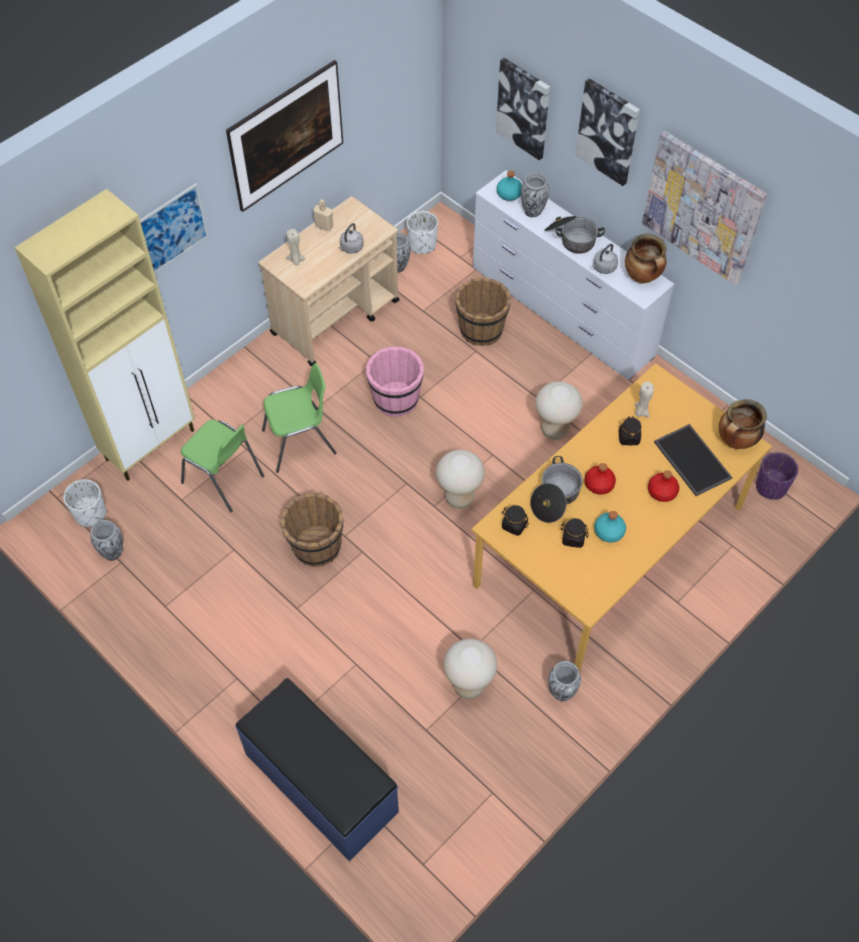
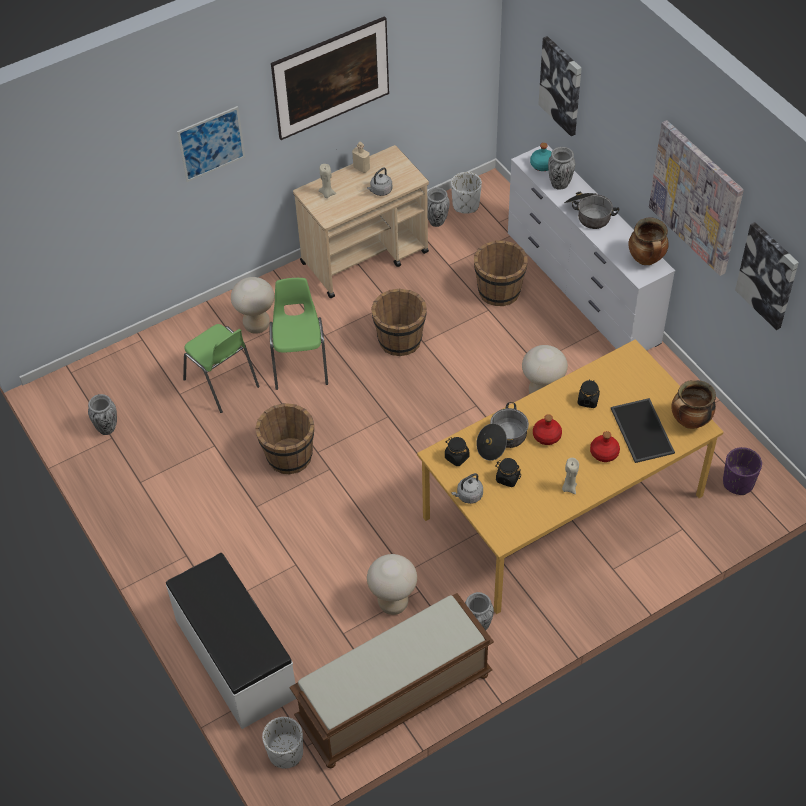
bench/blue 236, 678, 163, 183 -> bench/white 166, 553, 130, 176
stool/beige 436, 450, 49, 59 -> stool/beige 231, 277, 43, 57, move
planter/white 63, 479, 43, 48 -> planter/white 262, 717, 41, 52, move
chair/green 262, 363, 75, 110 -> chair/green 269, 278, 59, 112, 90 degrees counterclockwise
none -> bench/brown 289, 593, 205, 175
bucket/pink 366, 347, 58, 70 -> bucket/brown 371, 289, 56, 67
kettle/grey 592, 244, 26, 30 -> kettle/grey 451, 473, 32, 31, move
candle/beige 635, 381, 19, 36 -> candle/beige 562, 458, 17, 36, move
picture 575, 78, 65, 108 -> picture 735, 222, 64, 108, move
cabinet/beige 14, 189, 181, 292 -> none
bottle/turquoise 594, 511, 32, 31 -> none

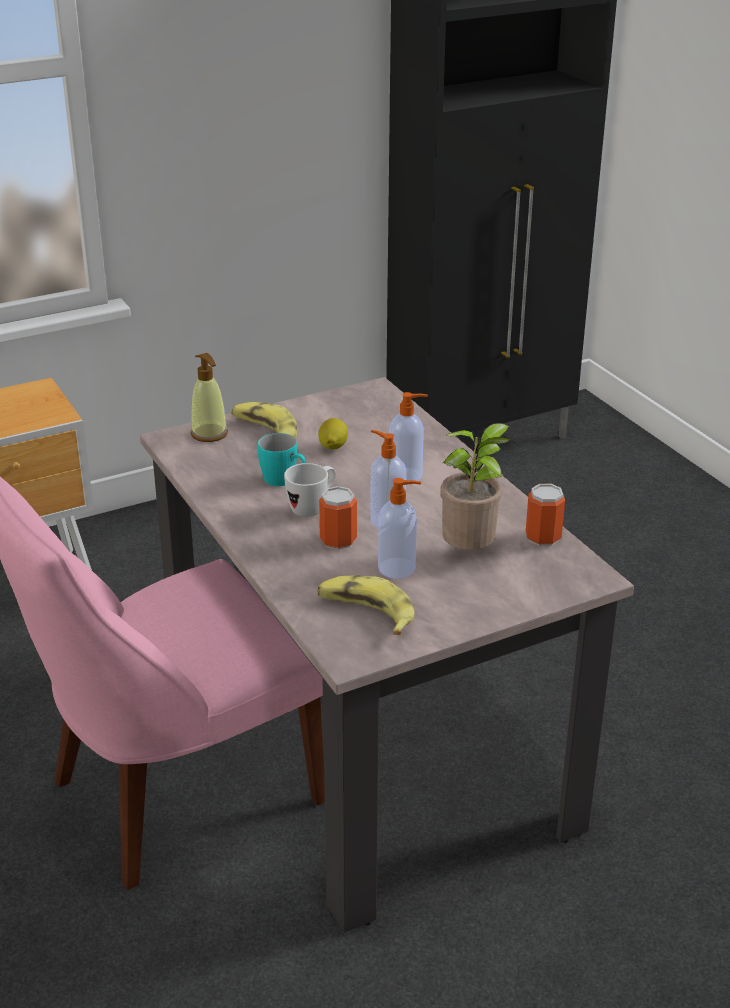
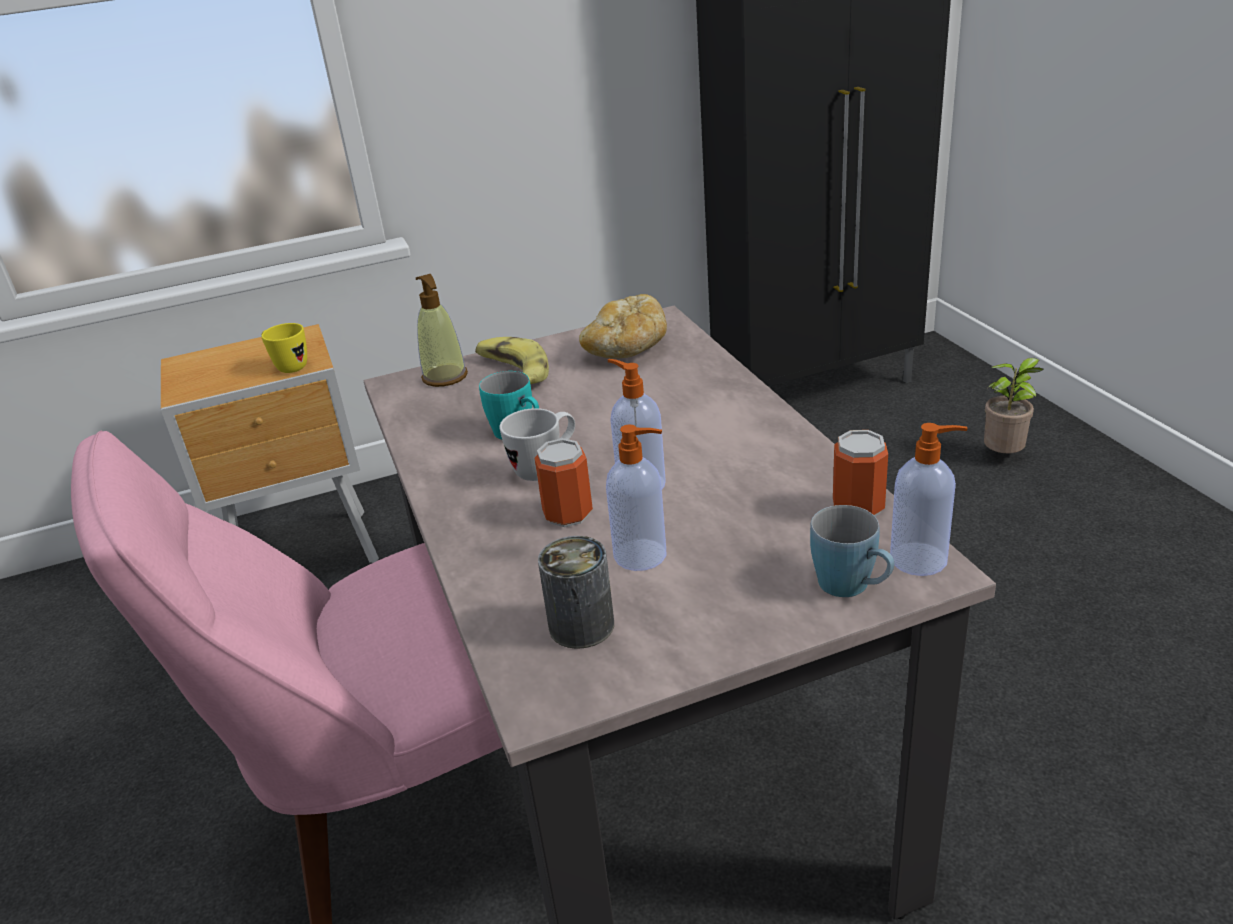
none -> mug/yellow 261, 323, 46, 50
banana 317, 575, 97, 60 -> can 538, 536, 76, 113
none -> bread 579, 294, 88, 65
none -> mug/blue 810, 505, 84, 92
soap dispenser 389, 392, 39, 89 -> soap dispenser 890, 423, 78, 153, move
potted plant 441, 423, 70, 127 -> potted plant 984, 358, 60, 95, move
lemon 318, 418, 30, 32 -> none

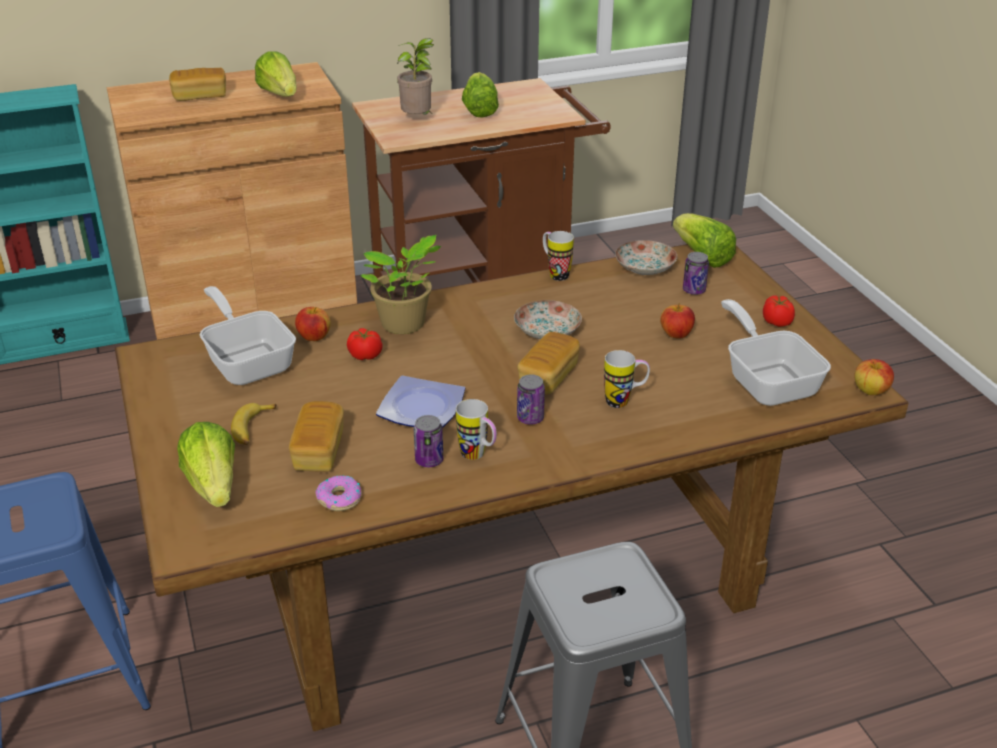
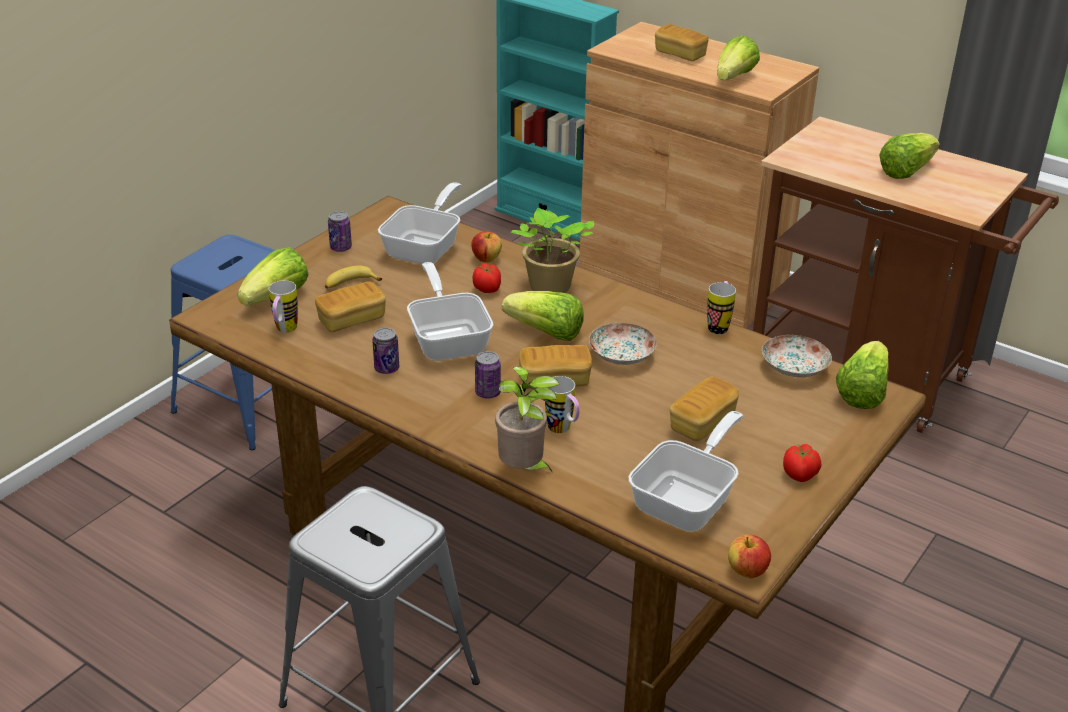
mug 456, 399, 41, 61 -> mug 269, 280, 29, 53, move
can 683, 252, 26, 43 -> can 328, 211, 24, 41, move
plate 376, 375, 89, 53 -> frying pan 407, 262, 86, 99
potted plant 397, 38, 37, 77 -> potted plant 495, 366, 64, 105, move
none -> lettuce 502, 291, 82, 50
apple 660, 303, 35, 35 -> bread 669, 377, 70, 64
donut 315, 476, 47, 35 -> none

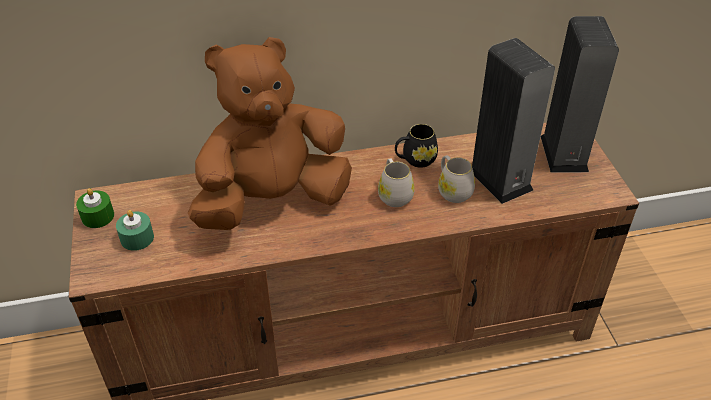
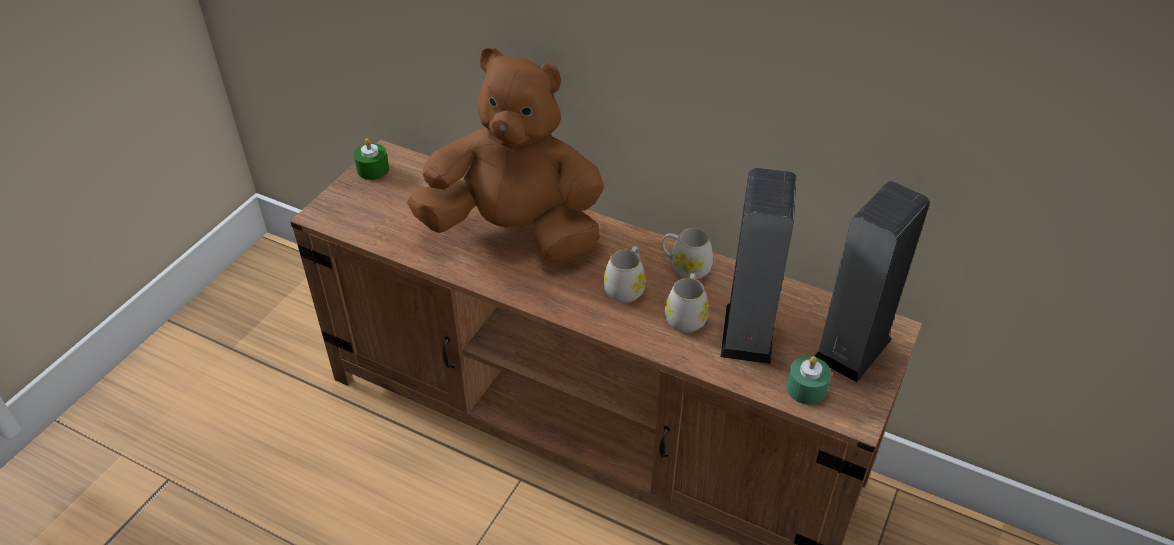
mug/black 395, 124, 43, 44 -> mug/white 661, 228, 52, 51
candle/green 116, 210, 38, 41 -> candle/green 786, 356, 45, 48, move

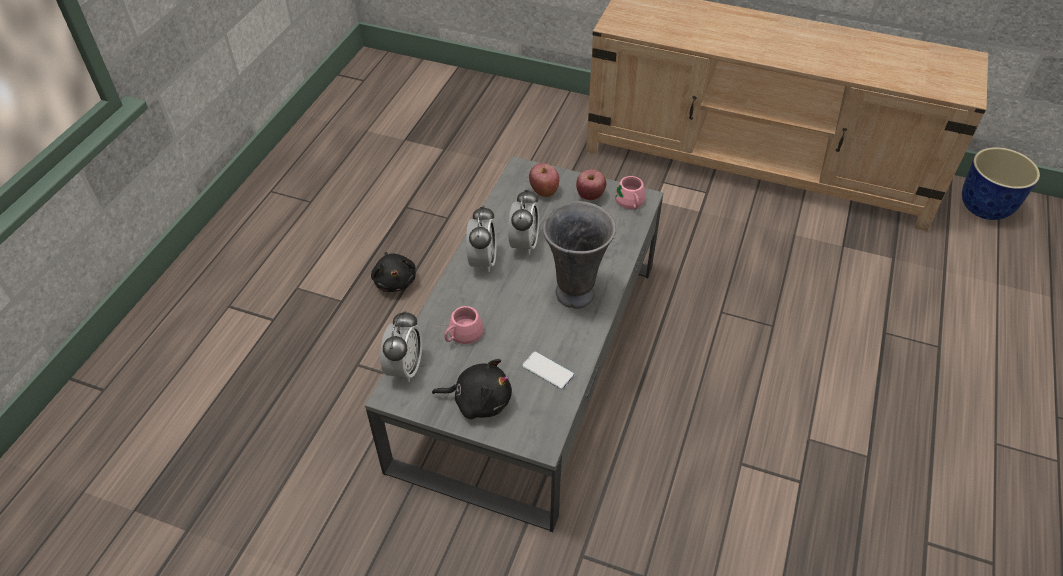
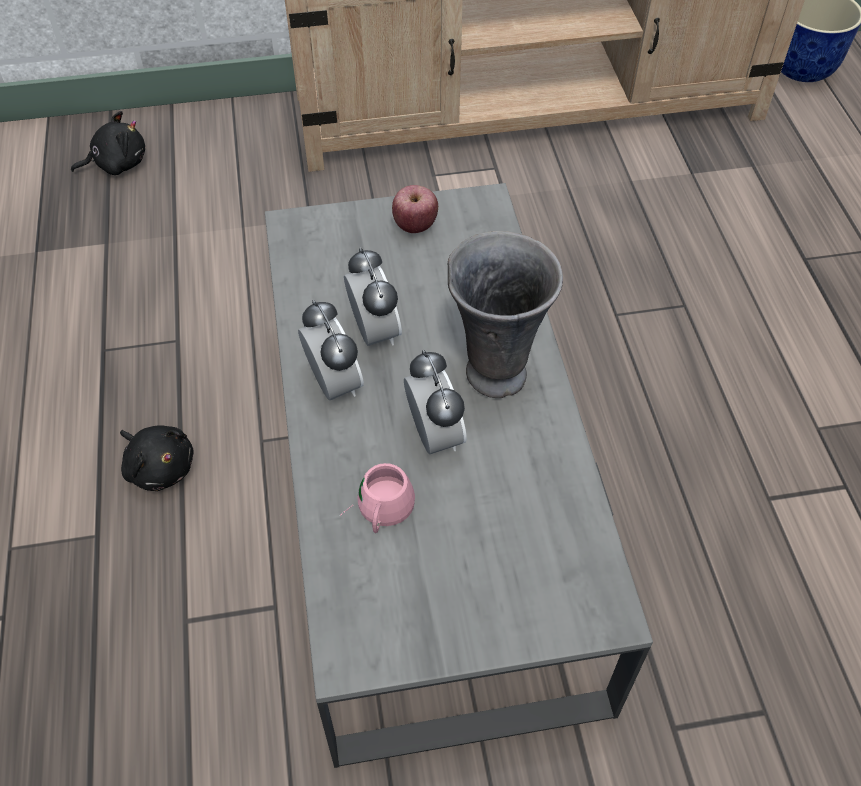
plush toy/black 432, 359, 80, 60 -> plush toy/black 71, 111, 74, 64, move
alarm clock 380, 310, 42, 72 -> alarm clock 404, 350, 63, 104, move
phone 522, 351, 53, 38 -> none
apple 529, 163, 30, 34 -> none
mug/pink 612, 176, 34, 34 -> none

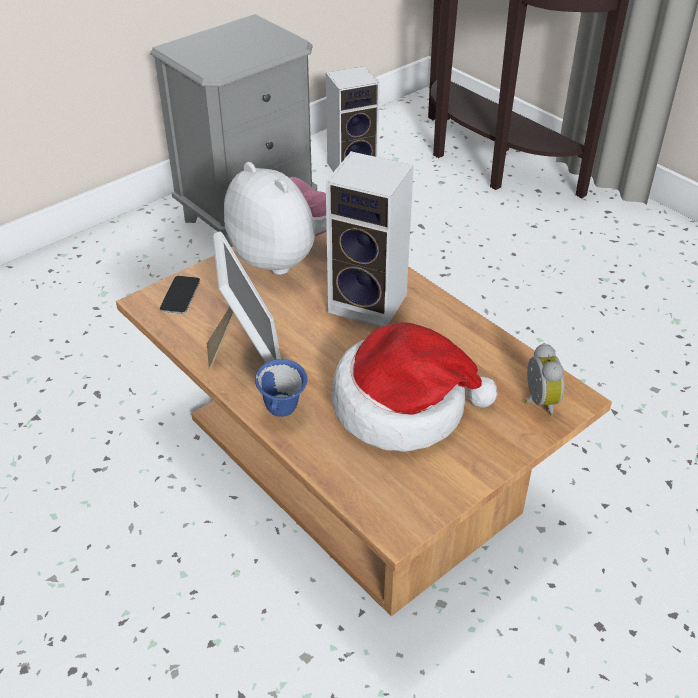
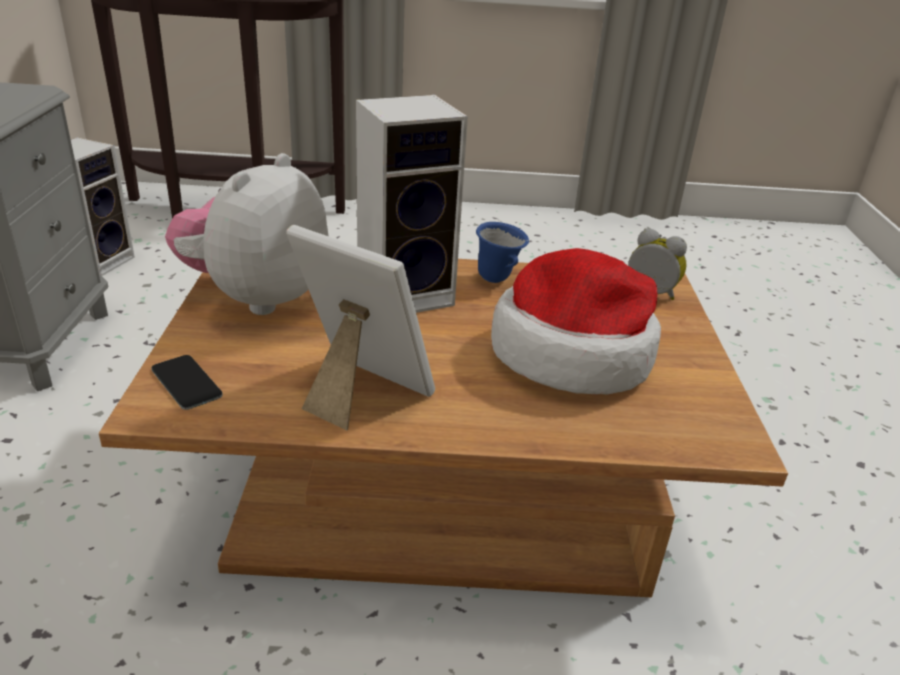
plush toy 224, 162, 103, 113 -> plush toy 165, 153, 163, 162, 60 degrees counterclockwise
mug/blue 255, 359, 52, 58 -> mug/blue 476, 222, 53, 61, move

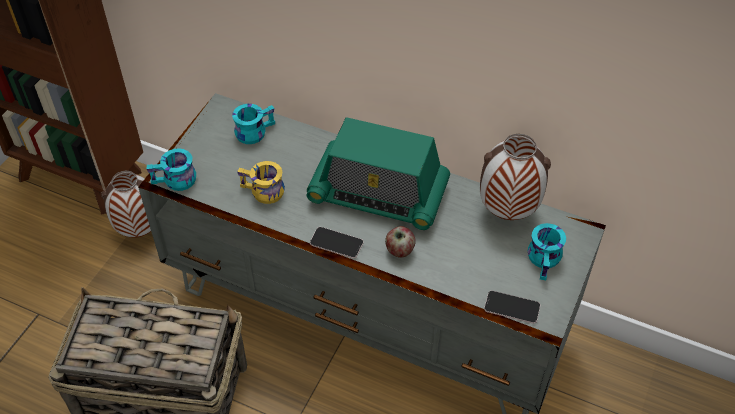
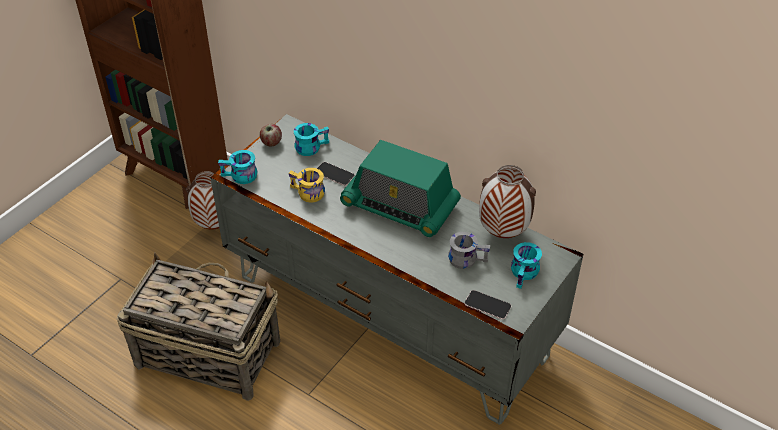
apple 385, 226, 31, 32 -> apple 260, 124, 22, 22, move
phone 310, 227, 53, 32 -> phone 317, 162, 38, 24, move
none -> mug/grey 448, 232, 42, 37

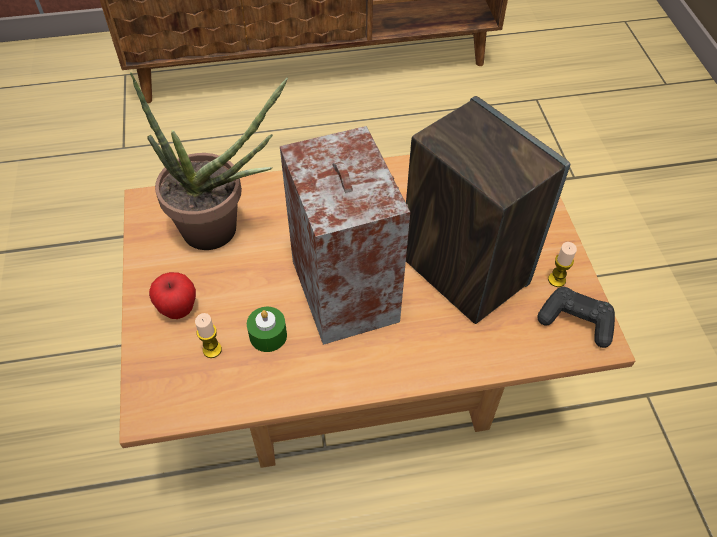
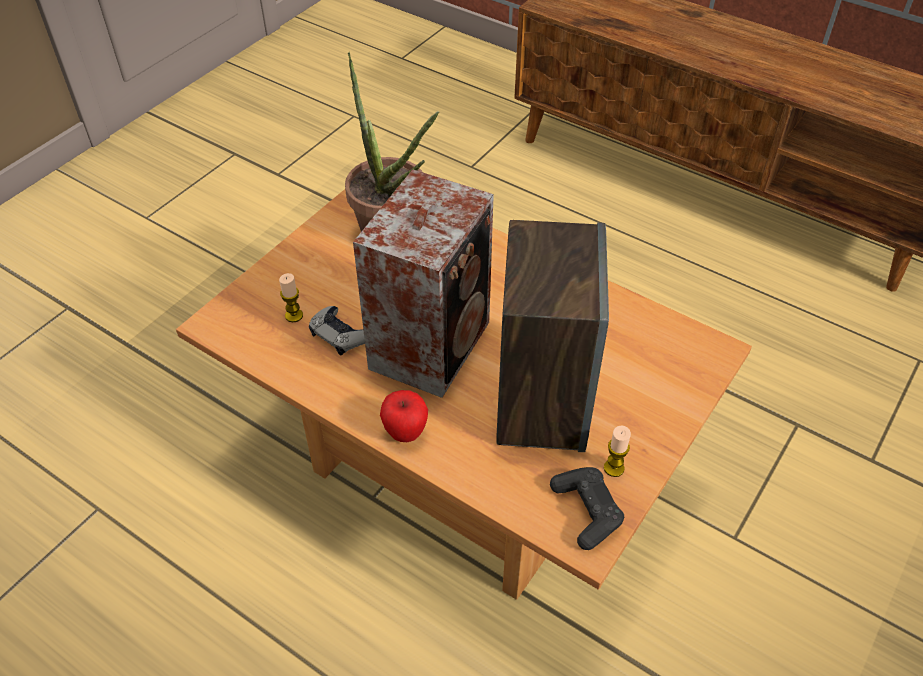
candle/green 247, 307, 40, 45 -> game controller/grey 309, 306, 56, 49
apple 149, 272, 47, 47 -> apple 380, 390, 48, 52, move

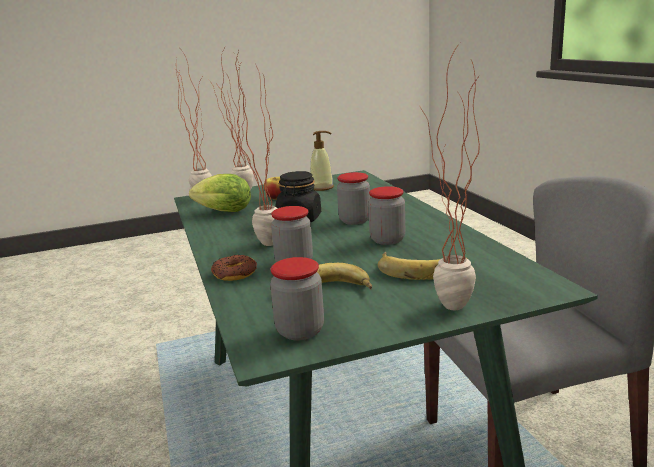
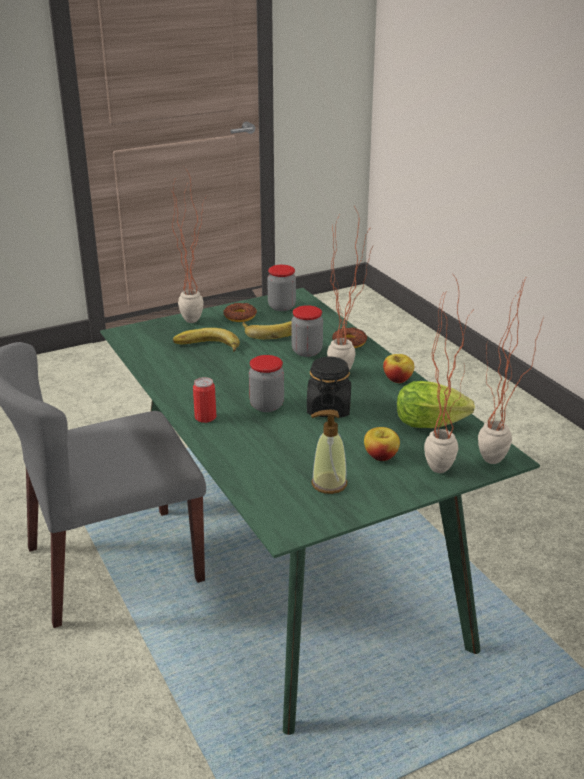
none -> can 193, 377, 23, 46
none -> donut 223, 303, 34, 19
none -> apple 383, 354, 31, 29
jar 368, 186, 37, 59 -> none

